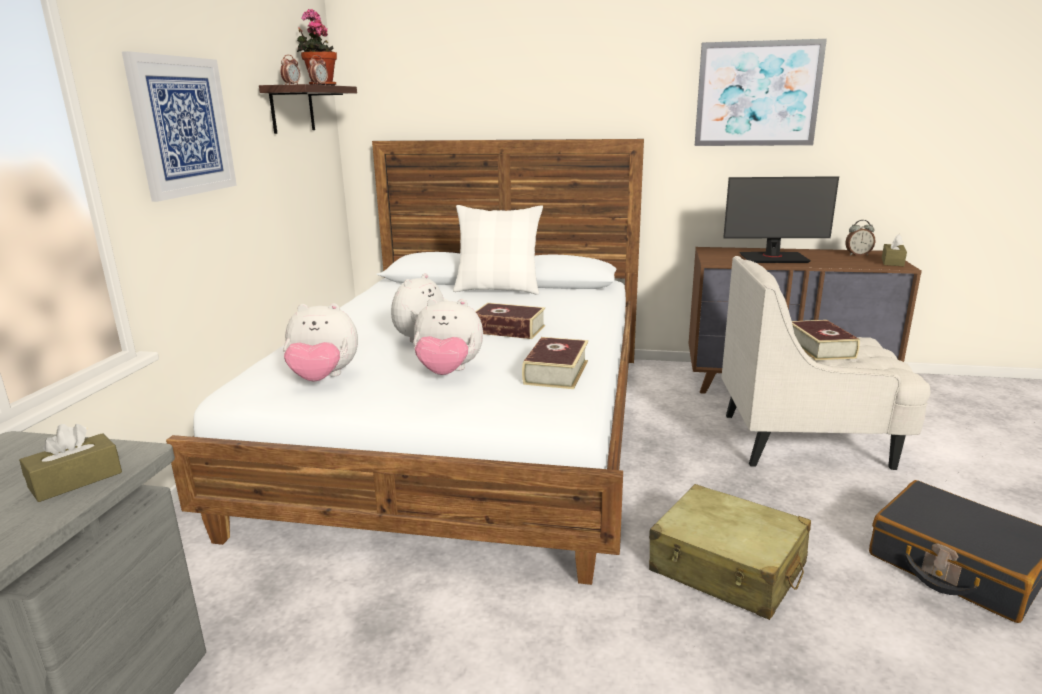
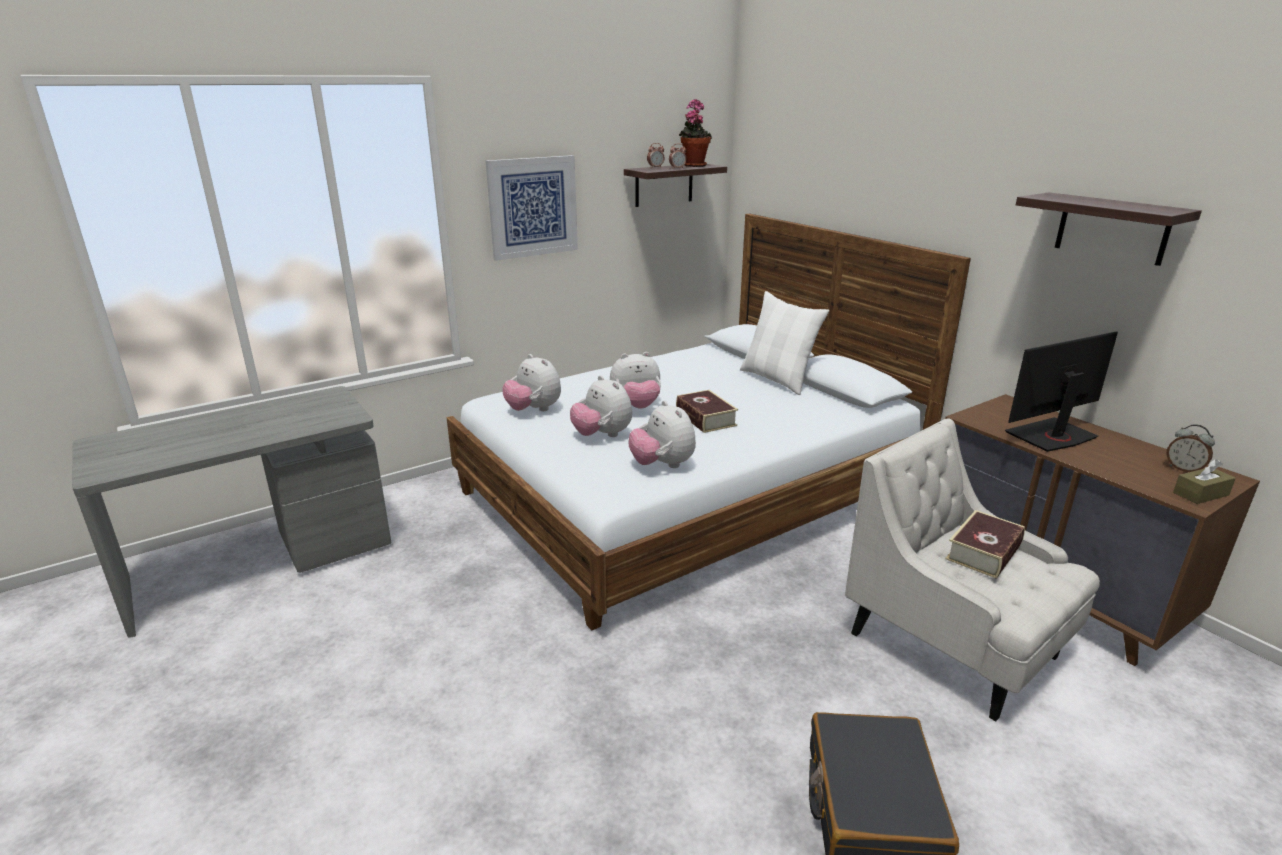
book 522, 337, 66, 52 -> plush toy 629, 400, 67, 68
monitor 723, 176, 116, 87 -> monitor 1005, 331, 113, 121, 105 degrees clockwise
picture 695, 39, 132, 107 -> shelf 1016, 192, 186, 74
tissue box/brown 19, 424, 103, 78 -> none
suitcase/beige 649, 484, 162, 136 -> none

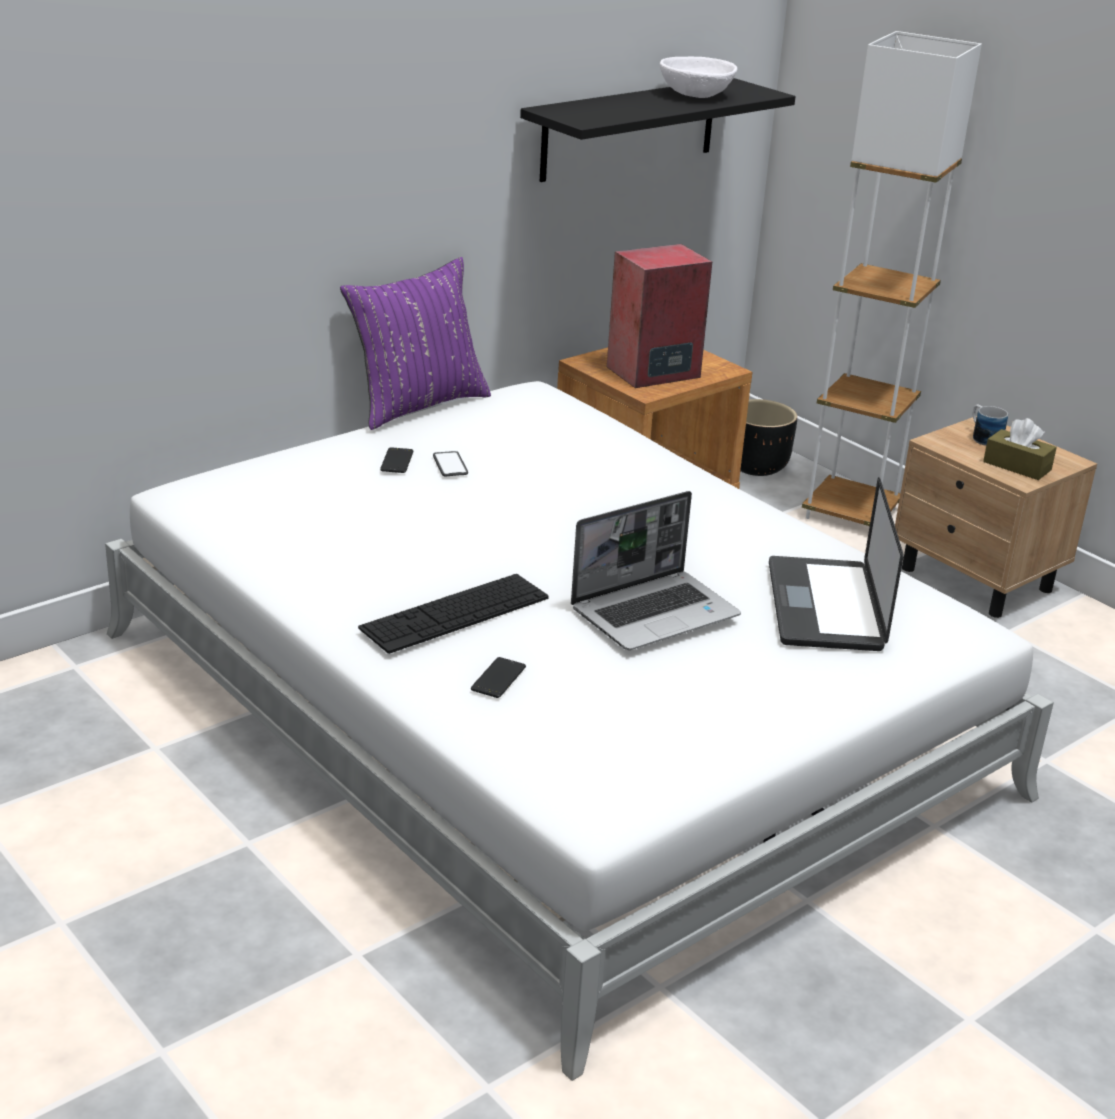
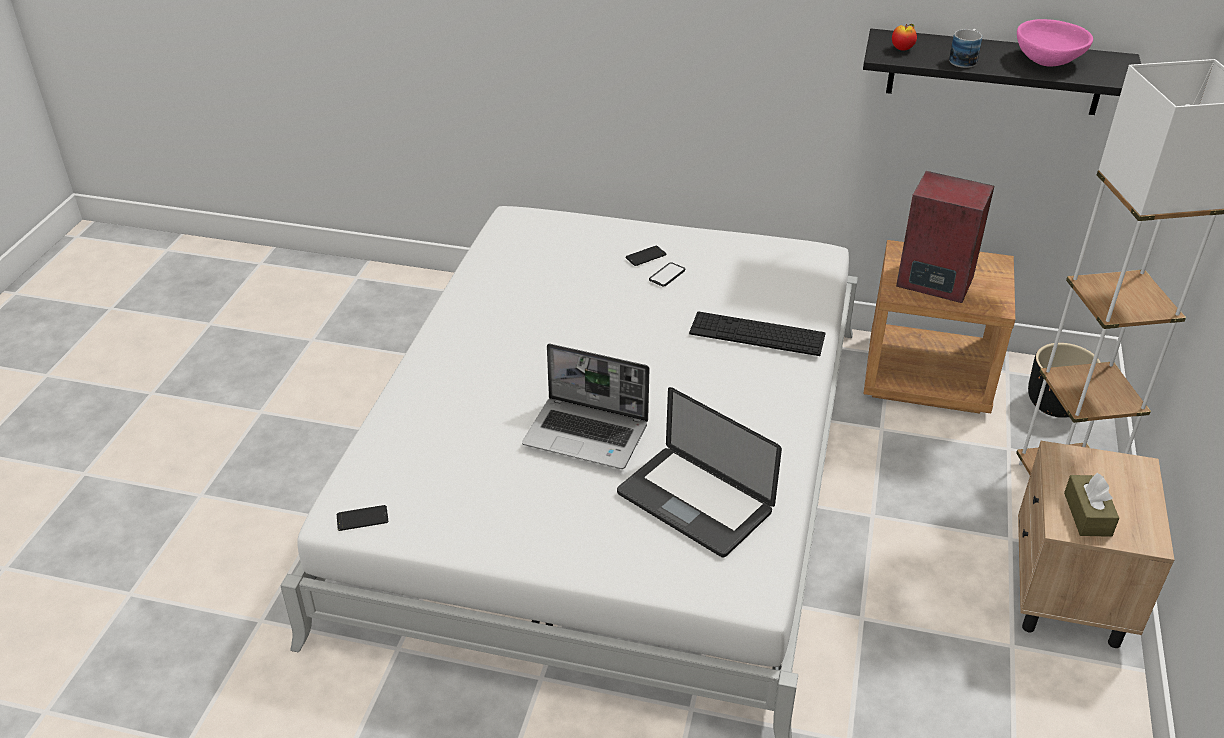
phone 471, 657, 55, 41 -> phone 337, 505, 51, 26, move
laptop 769, 477, 135, 174 -> laptop 617, 387, 165, 170, 105 degrees counterclockwise
keyboard 358, 574, 191, 80 -> keyboard 689, 311, 137, 45, move
none -> apple 892, 24, 25, 27
mug 973, 405, 35, 41 -> mug 949, 29, 33, 39, move
bowl/white 660, 57, 77, 41 -> bowl/pink 1017, 19, 76, 48
pillow/purple 340, 257, 151, 173 -> none

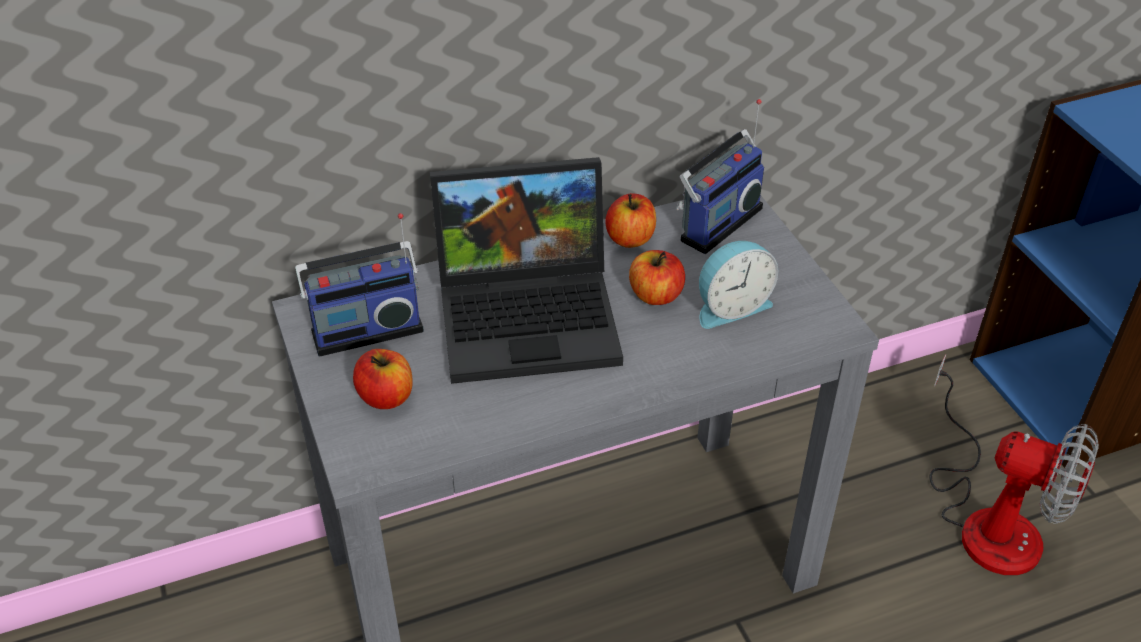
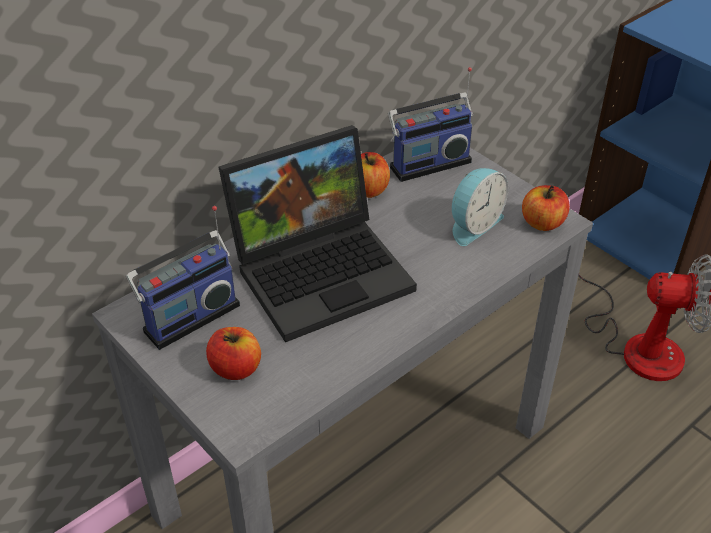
radio 676, 99, 88, 155 -> radio 388, 67, 85, 115, 45 degrees clockwise
apple 629, 250, 56, 55 -> apple 522, 185, 48, 46, move

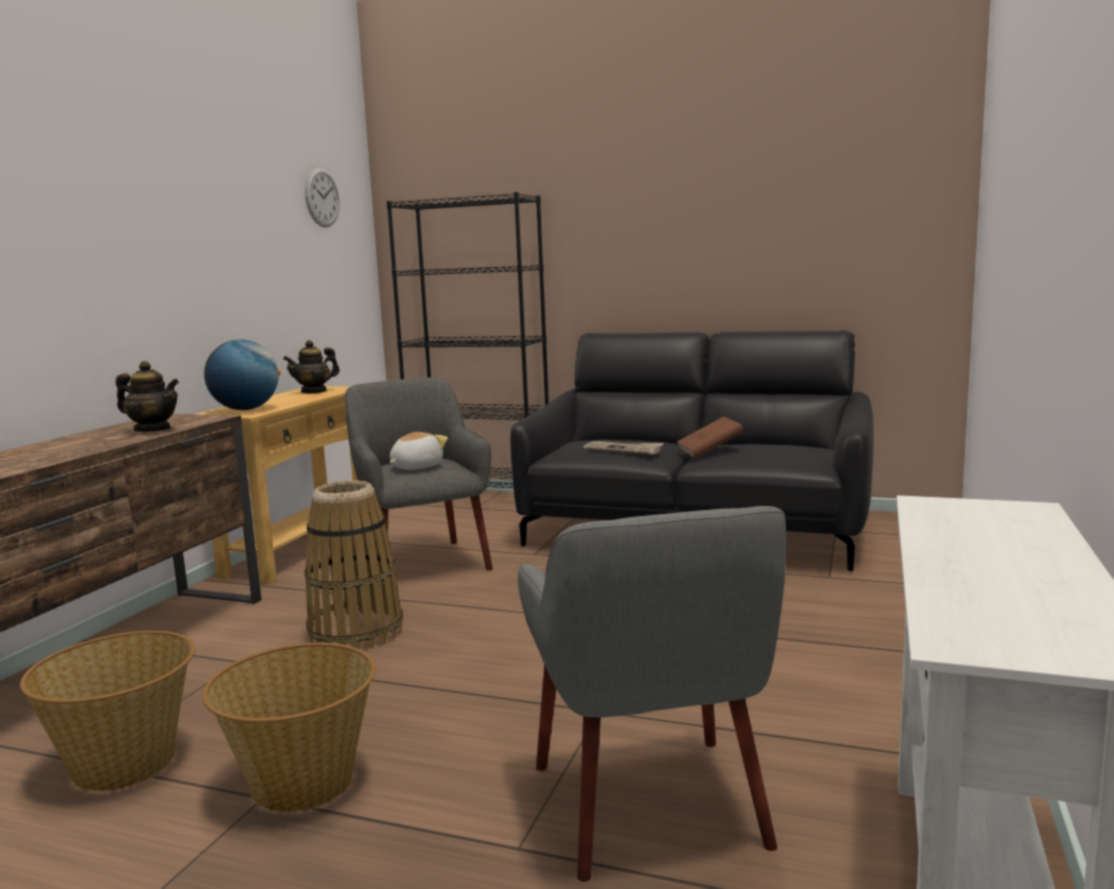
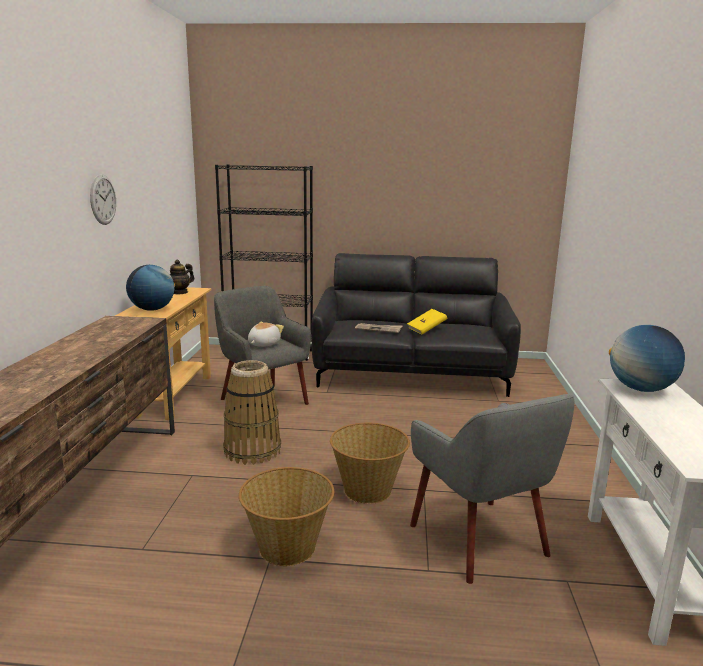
wall clock 305, 168, 35, 60 -> wall clock 90, 174, 26, 51, move
basket 20, 631, 175, 161 -> basket 330, 423, 80, 81, move
book/brown 677, 416, 67, 42 -> book/yellow 407, 309, 40, 26
none -> globe 609, 325, 76, 67
teapot 116, 361, 63, 71 -> none

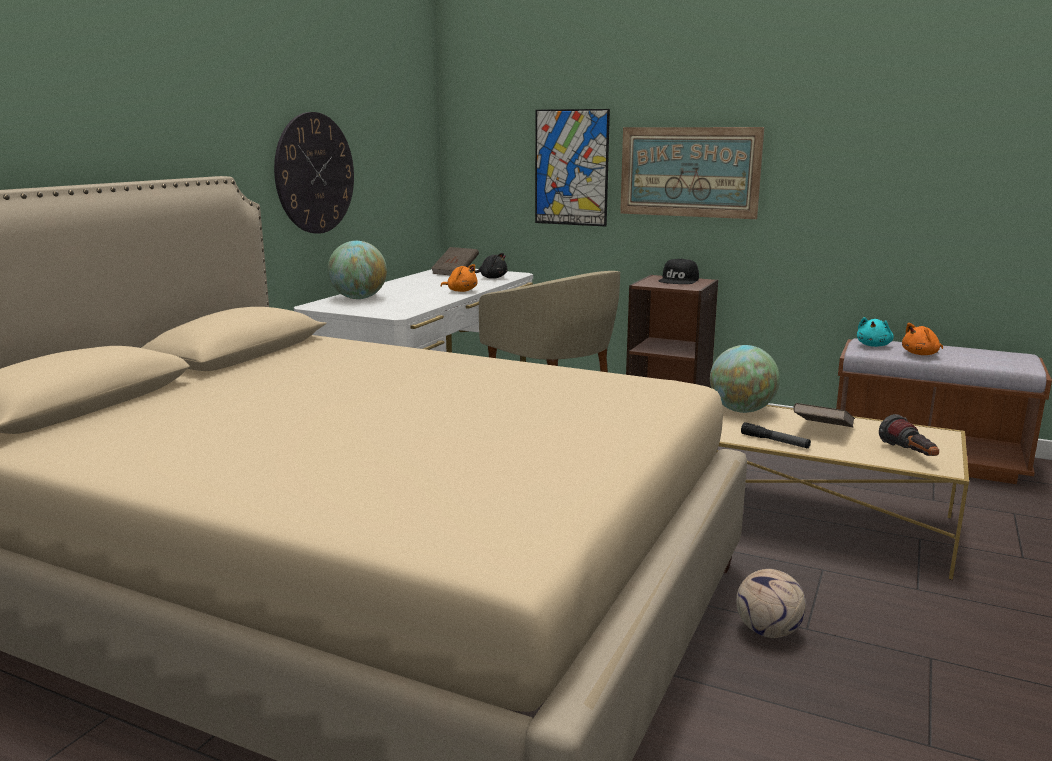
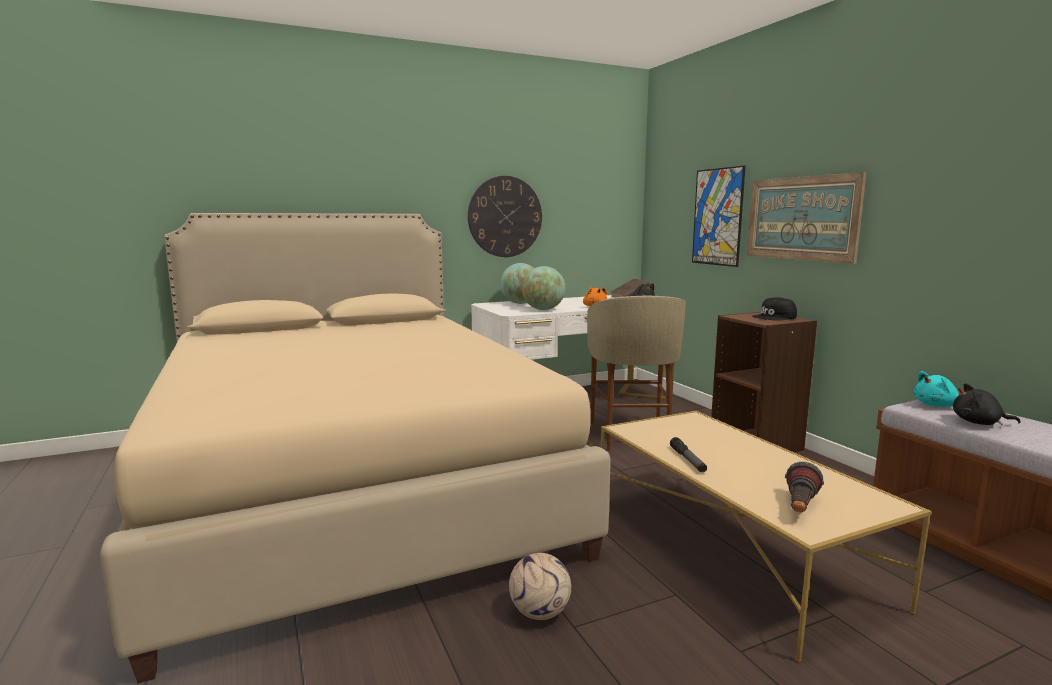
globe 710, 345, 70, 68 -> globe 522, 266, 43, 44, move
plush toy/orange 902, 323, 41, 32 -> plush toy/black 953, 383, 68, 43
book/brown 793, 403, 62, 24 -> none

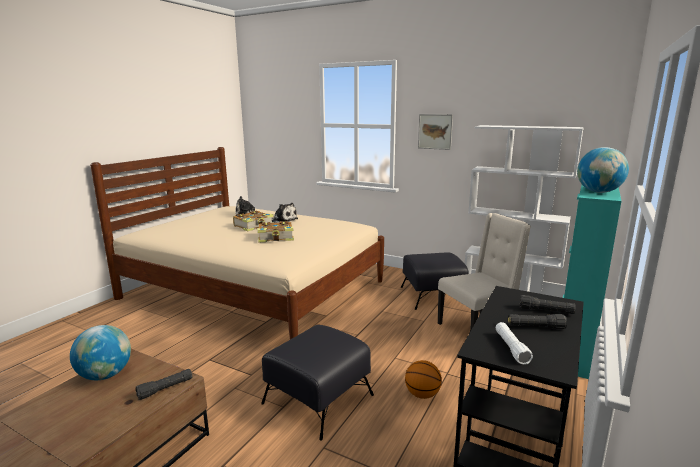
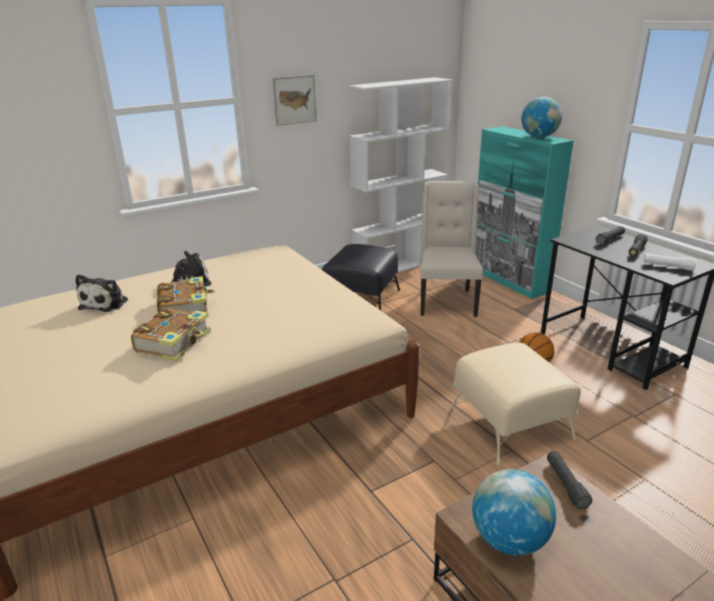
book 257, 221, 37, 22 -> book 131, 308, 80, 53, move
ottoman/black 261, 325, 113, 116 -> ottoman/beige 449, 343, 132, 122

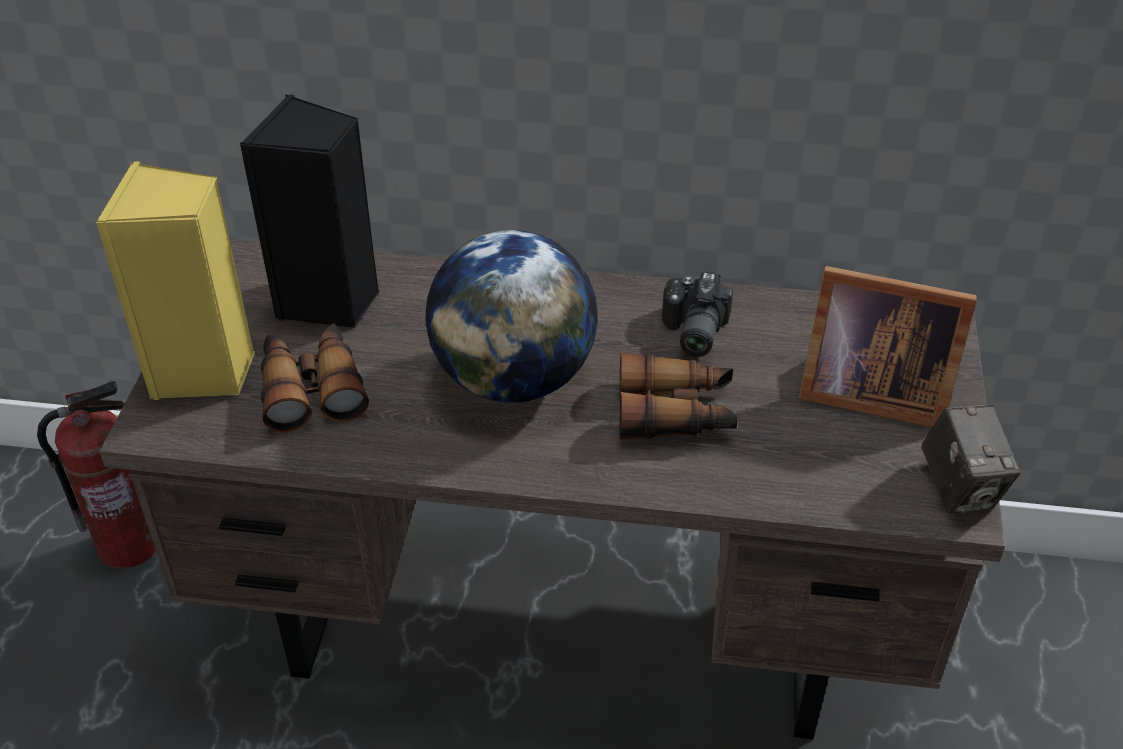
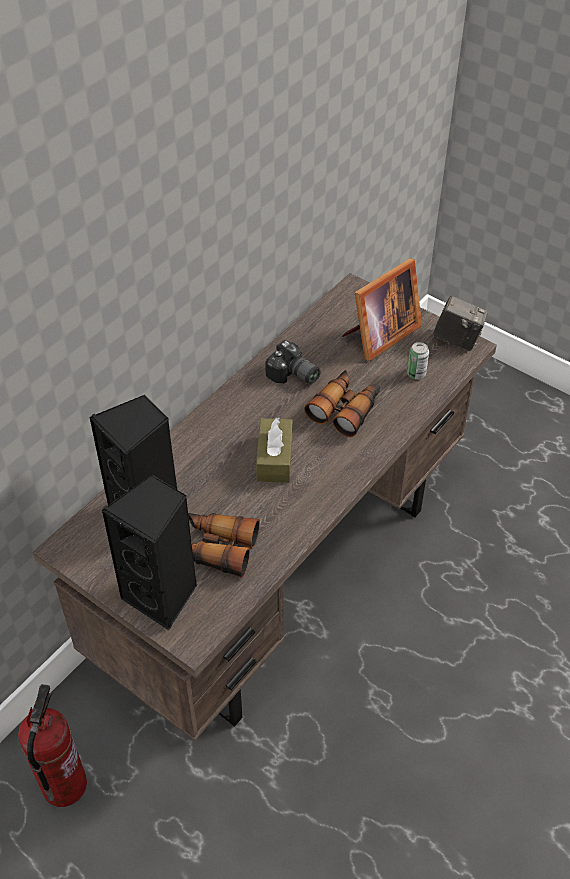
speaker/yellow 96, 161, 159, 239 -> speaker/black 101, 475, 96, 155
globe 425, 230, 173, 173 -> tissue box/brown 256, 417, 37, 66
none -> can 407, 342, 22, 37

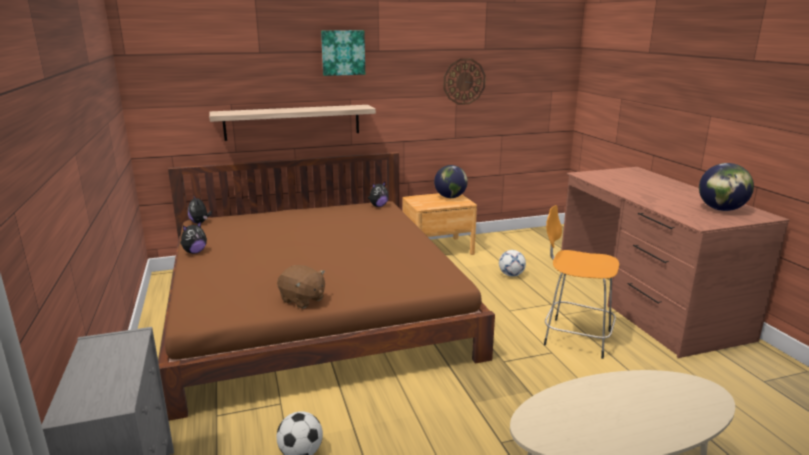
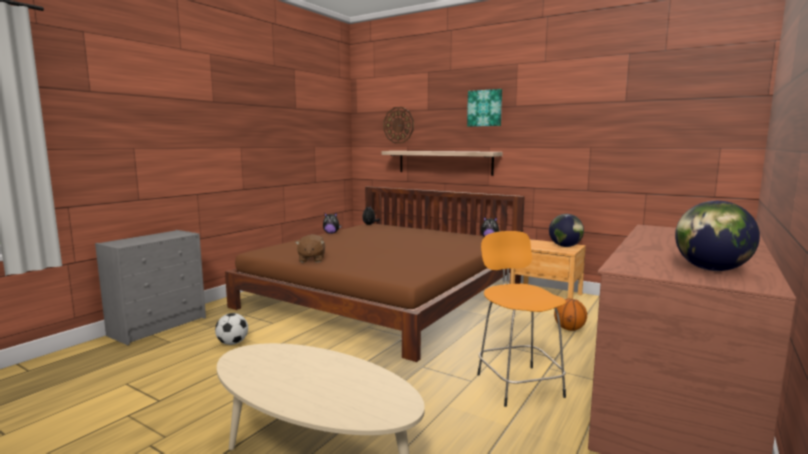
wall clock 443, 58, 43, 47 -> wall clock 383, 107, 31, 37, move
football 499, 250, 27, 27 -> basketball 554, 298, 33, 33

